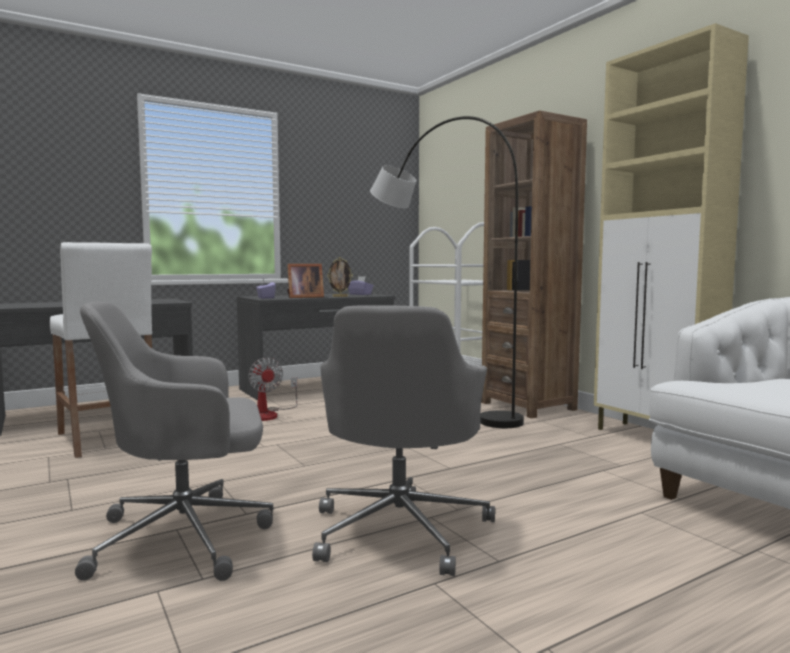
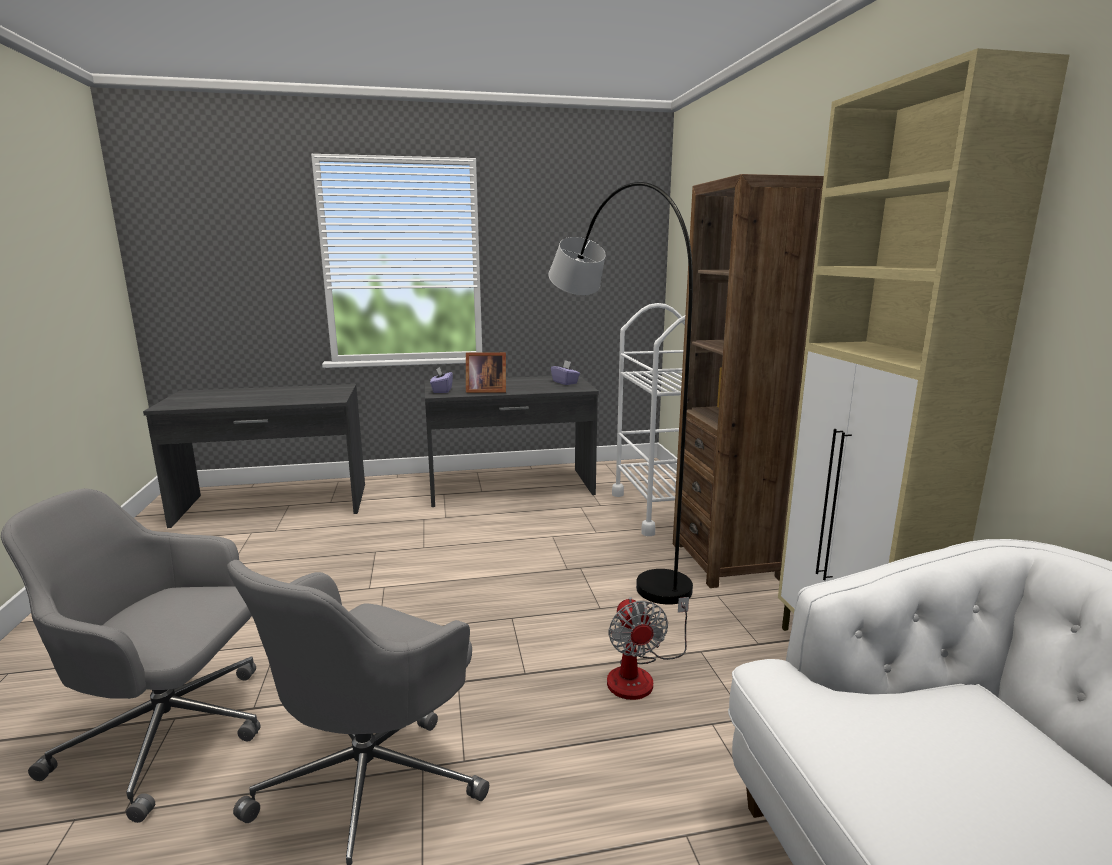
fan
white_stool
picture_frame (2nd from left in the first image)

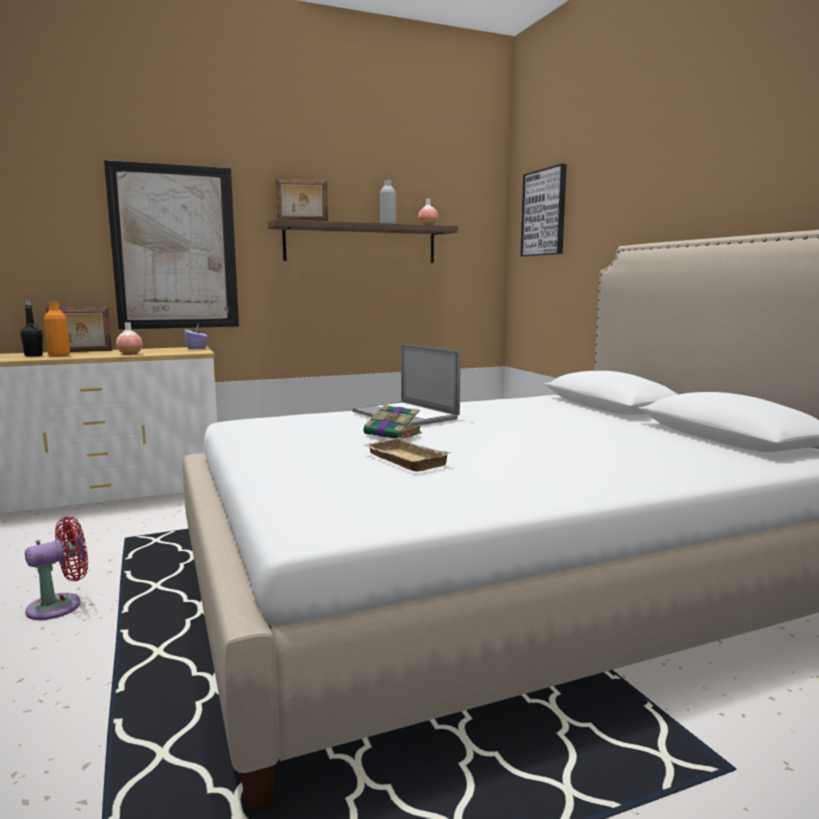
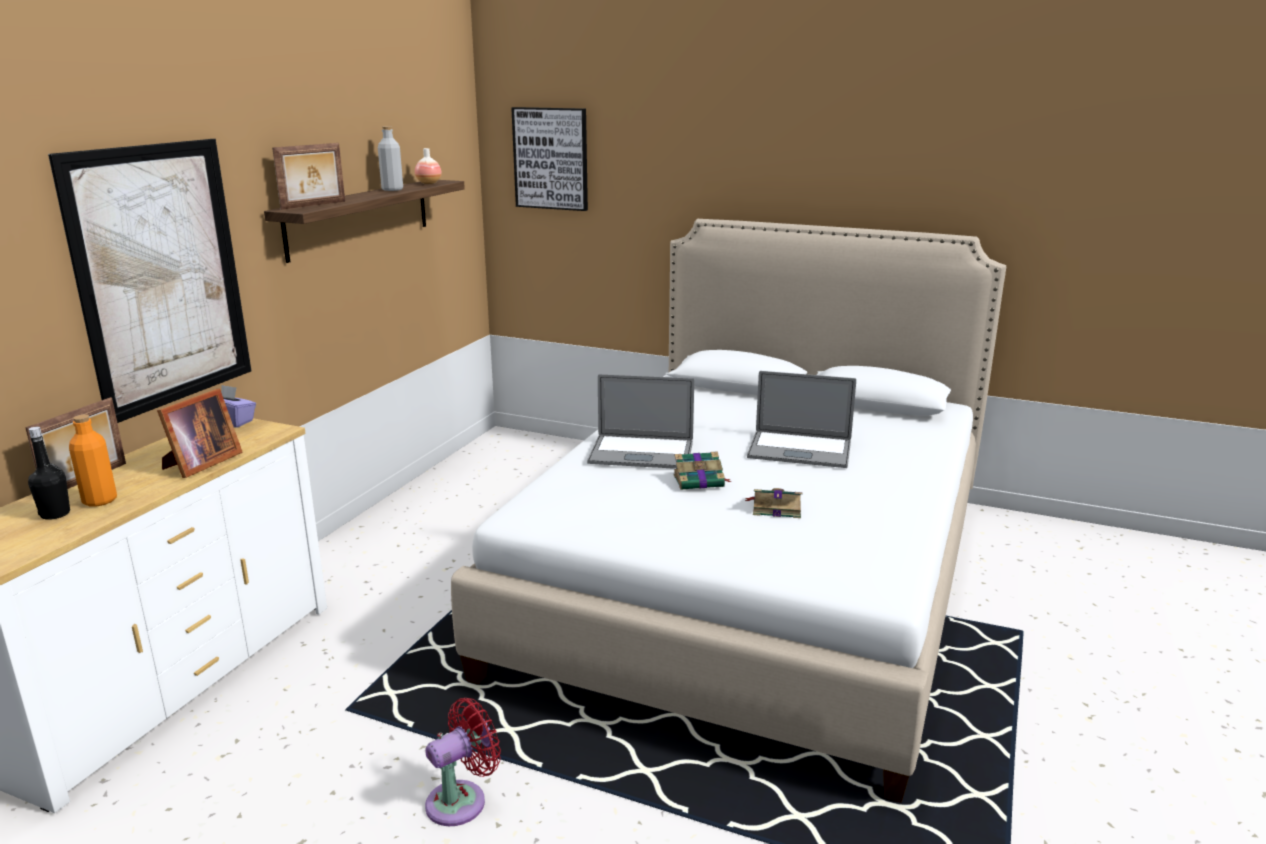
picture_frame (2nd from left)
red_fan
book (2nd from left)
laptop (2nd from left)

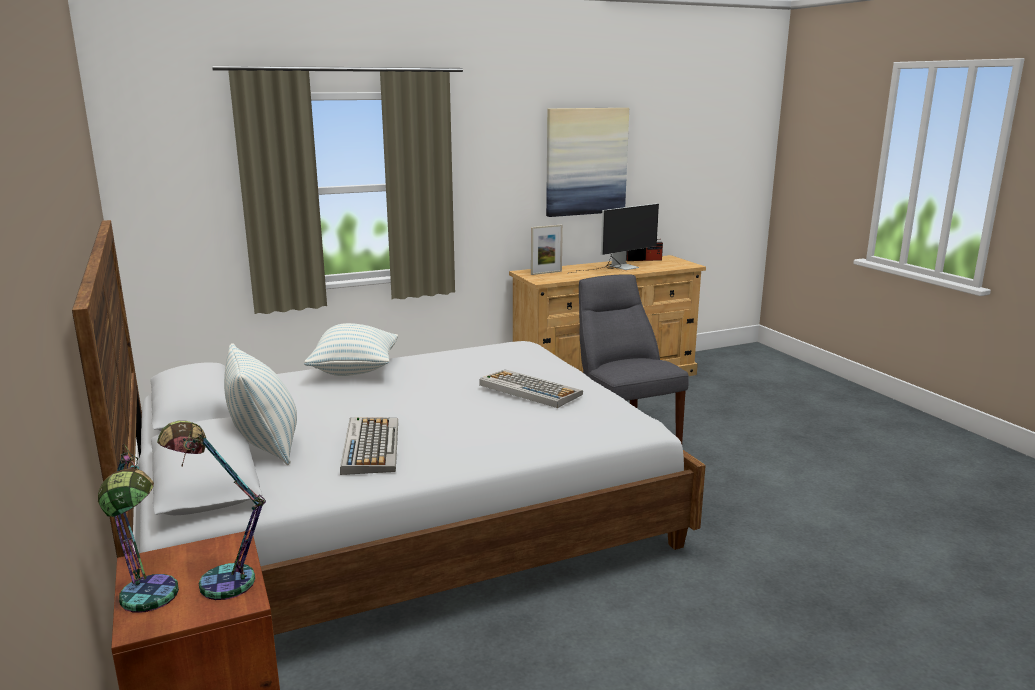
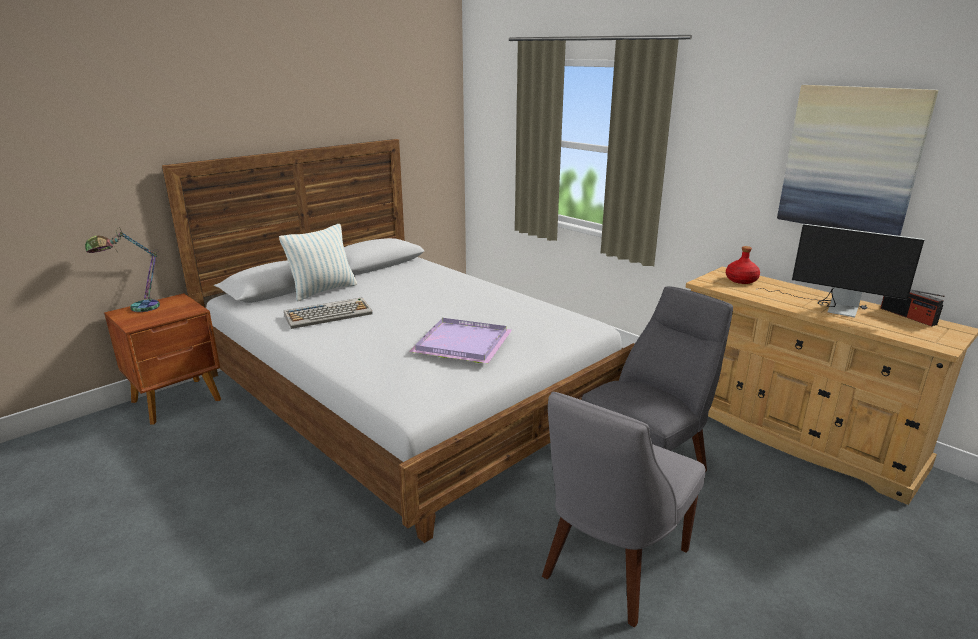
purple_tray
grey_chair (1st from left)
red_bottle
table_lamp (2nd from left in the first image)
pillow (2nd from left in the first image)

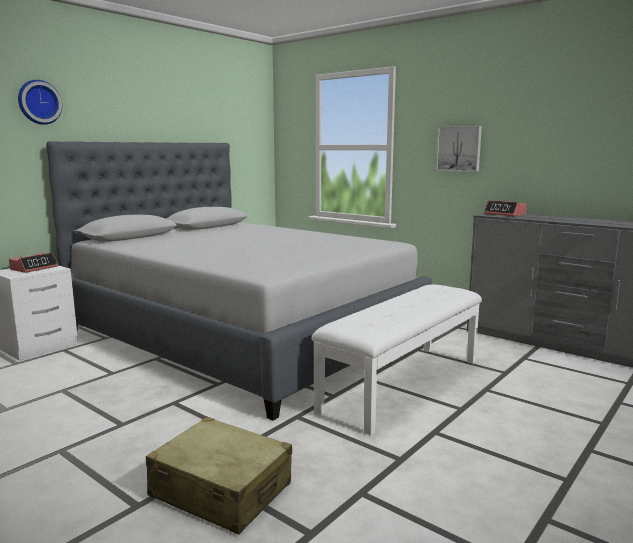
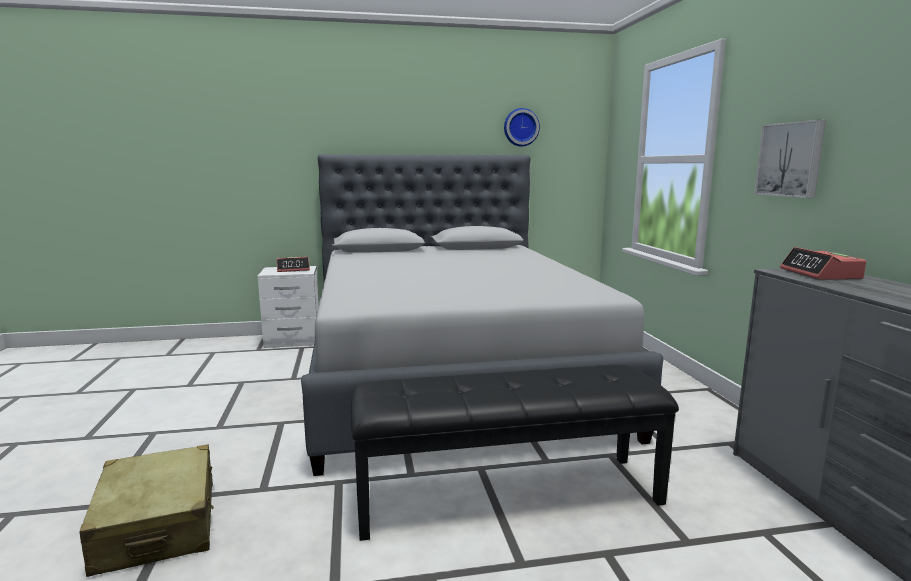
black_bench
wall_clock

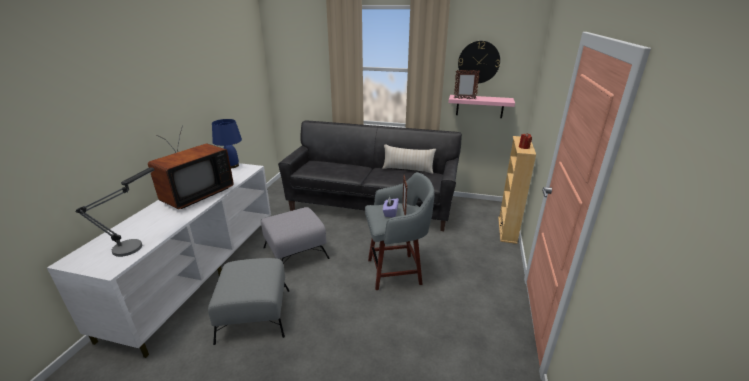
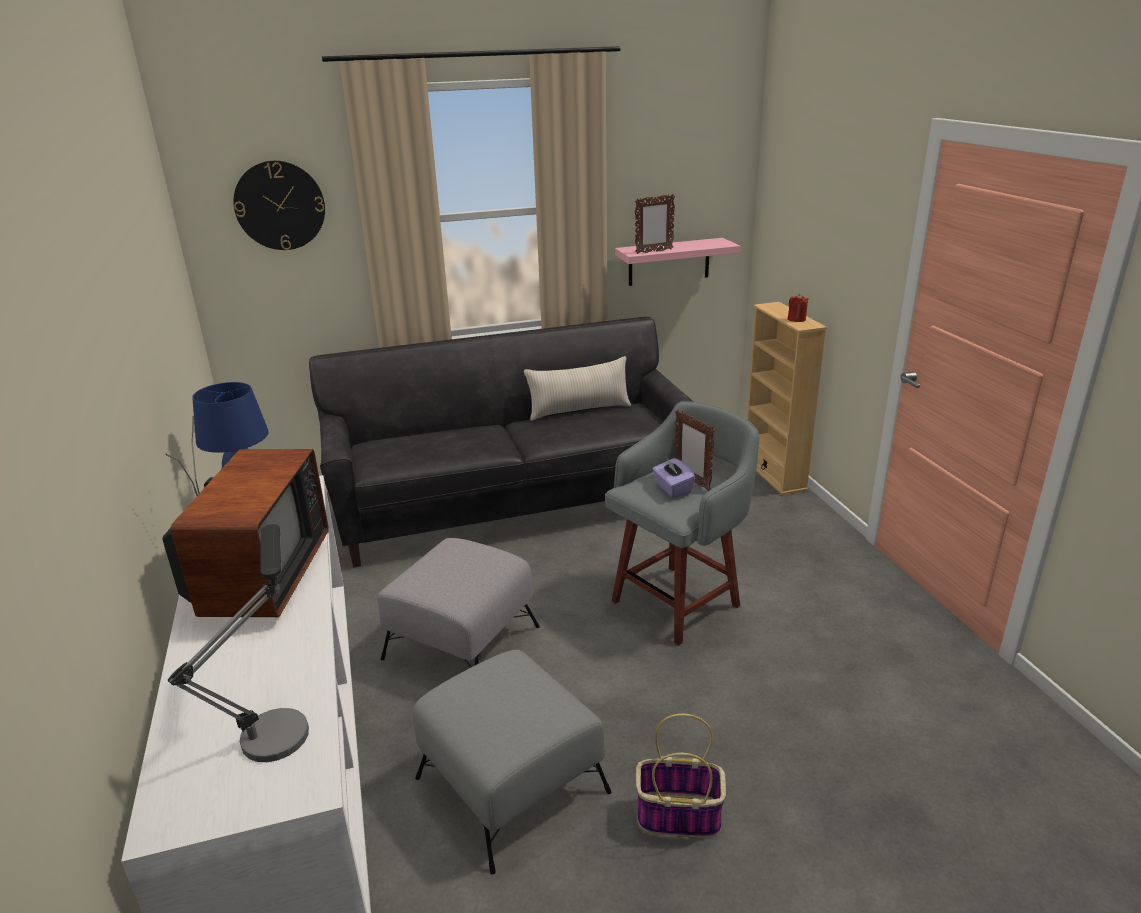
wall_clock
basket

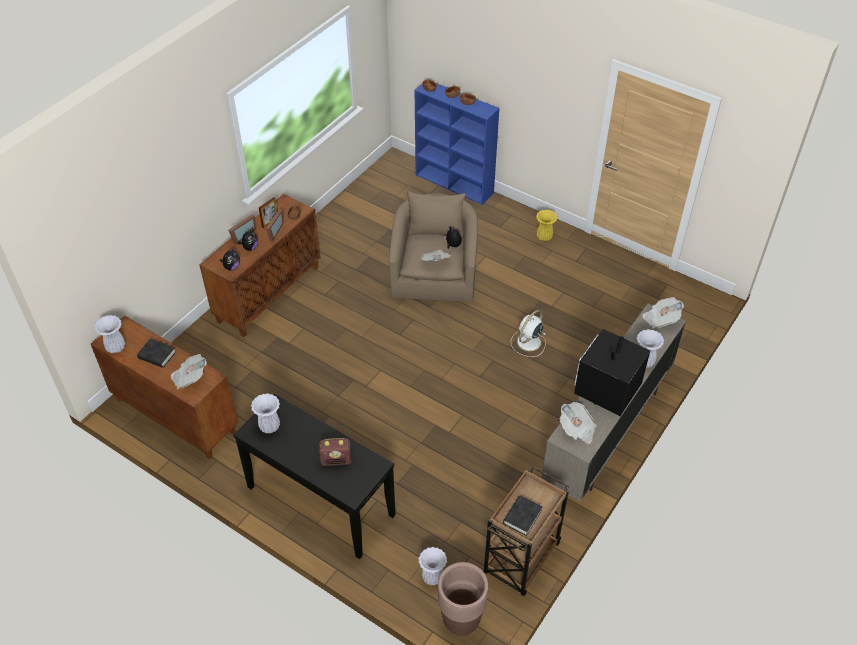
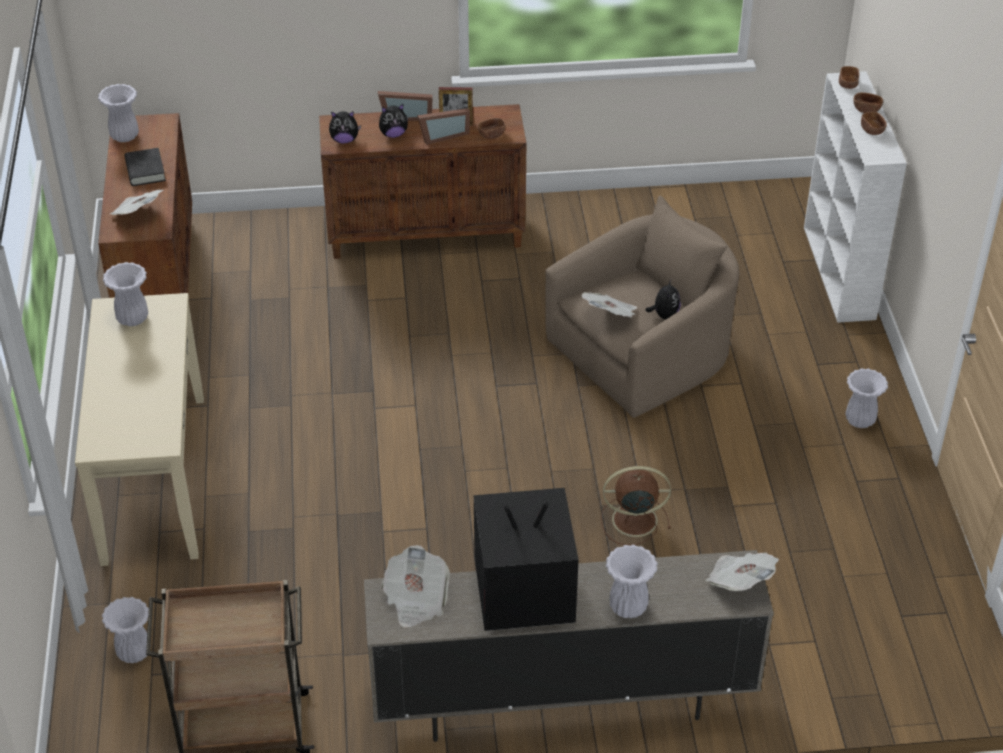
beige_console_table
brown_fan
white_bookcase
white_vase (5th from left)
radio
brown_planter
black_book (2nd from left in the first image)

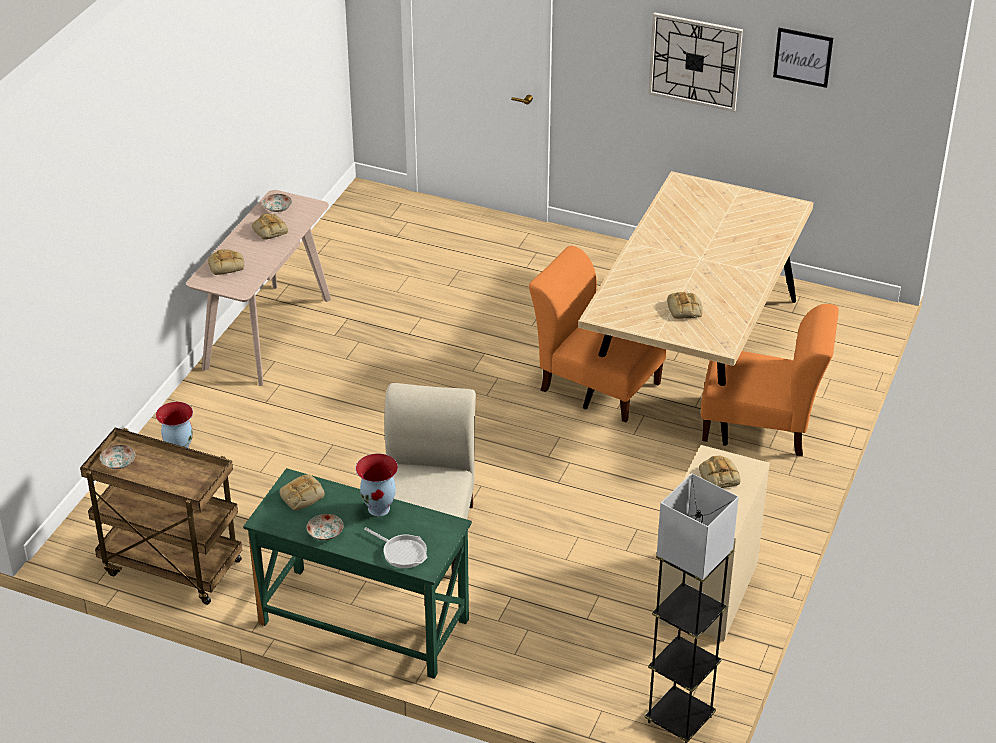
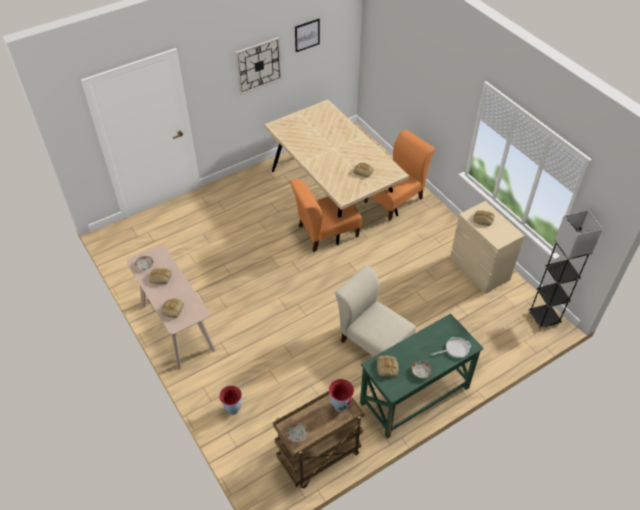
vase (2nd from left)

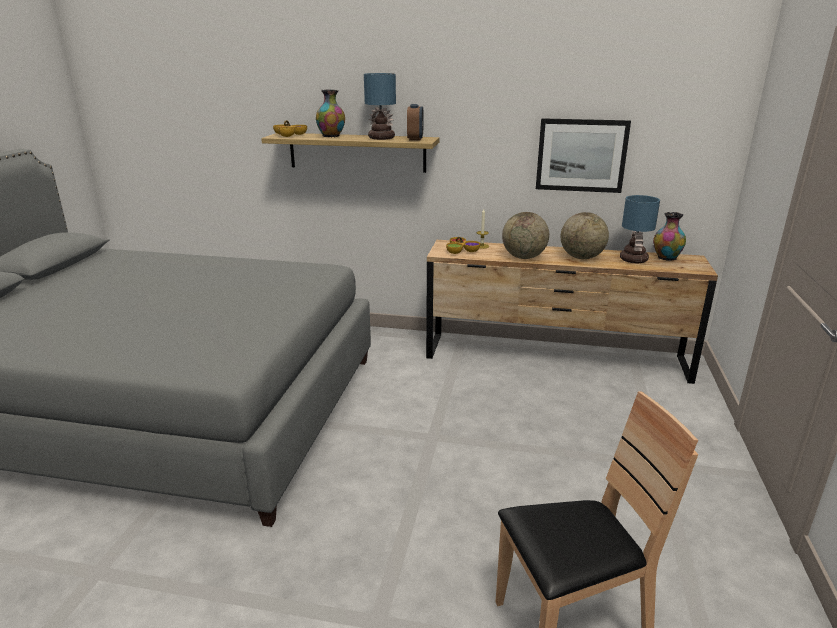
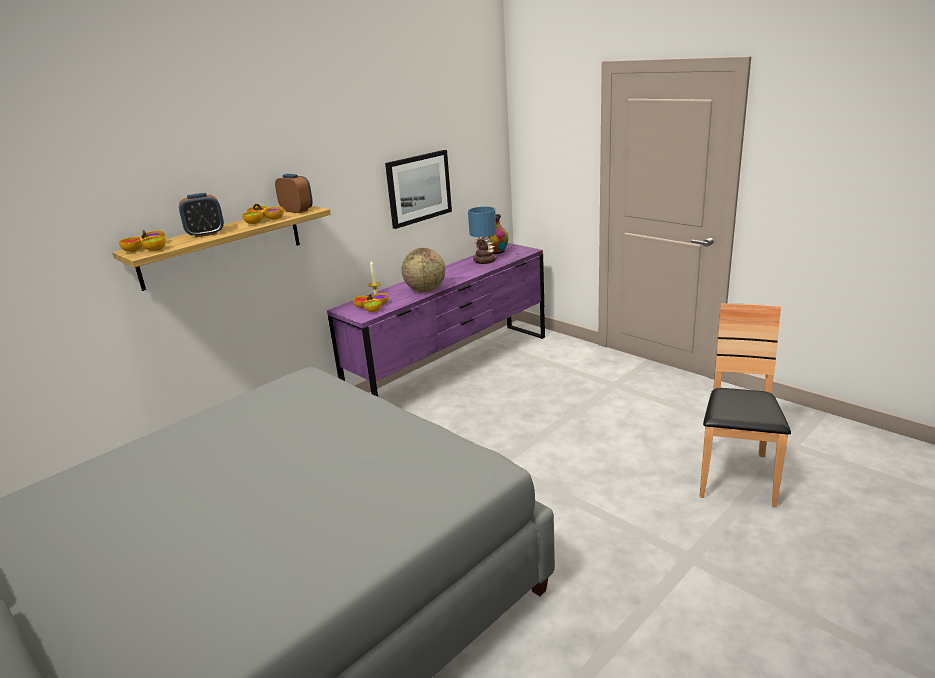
alarm_clock (1st from left)
bowl (2nd from left)
purple_dresser
globe (2nd from left in the first image)

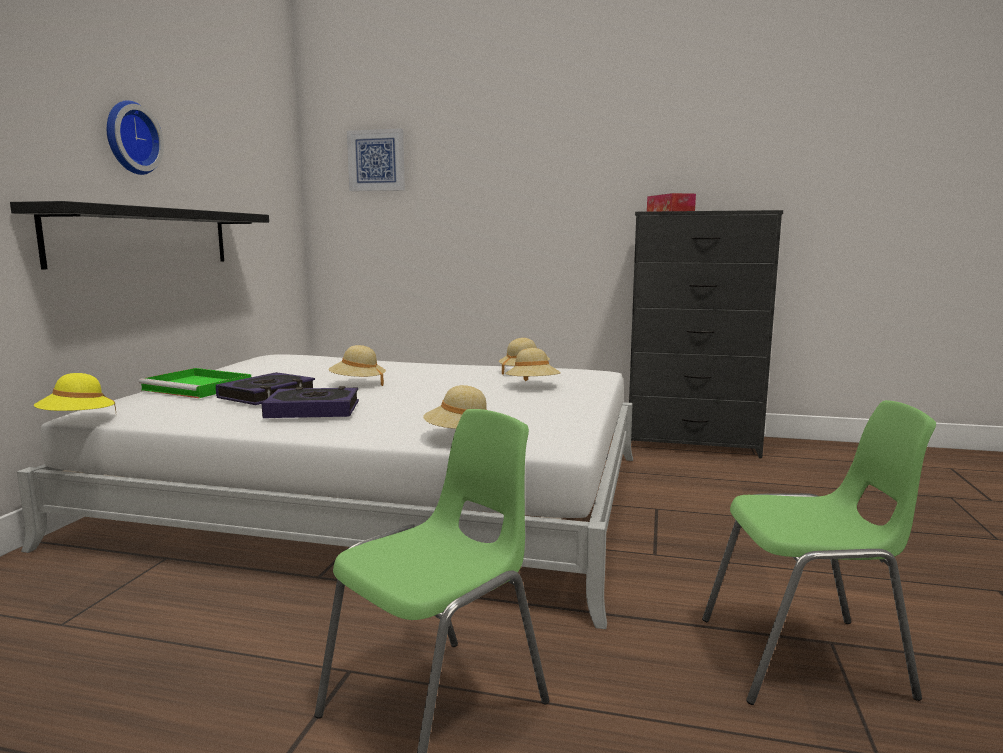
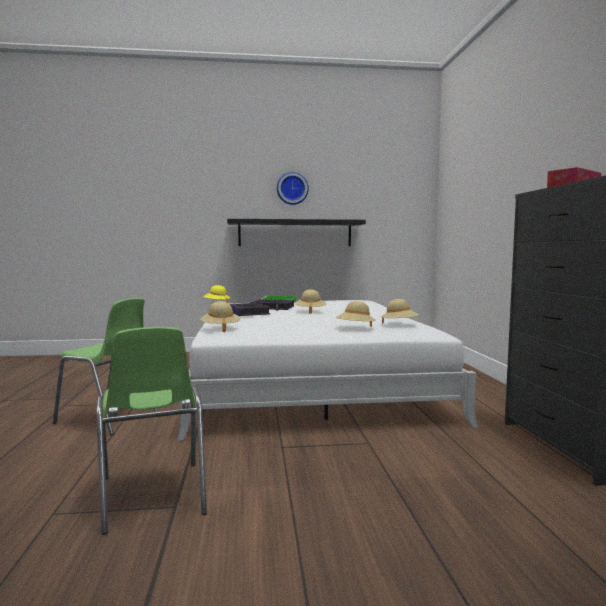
picture

